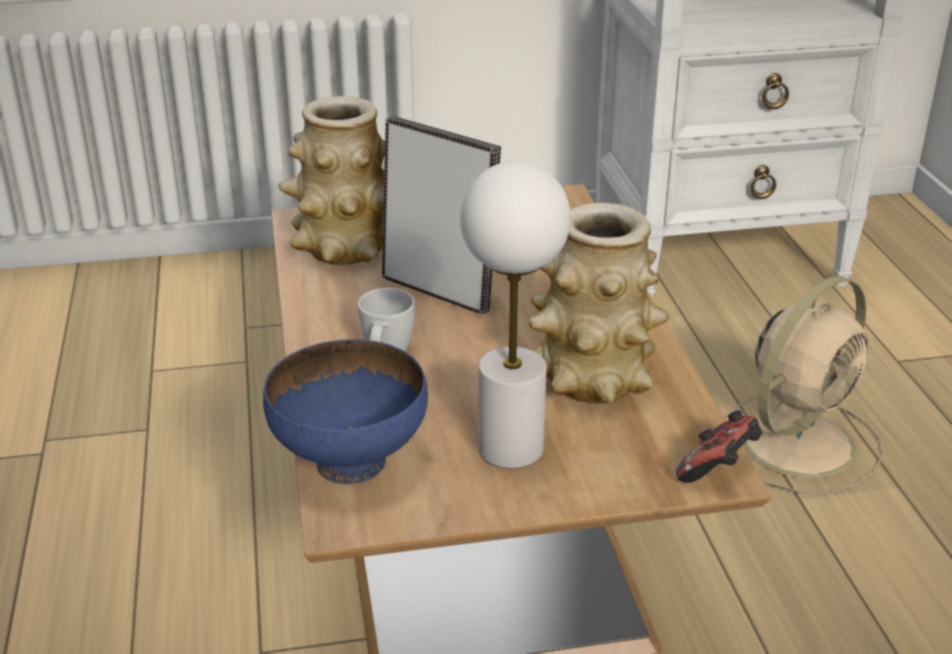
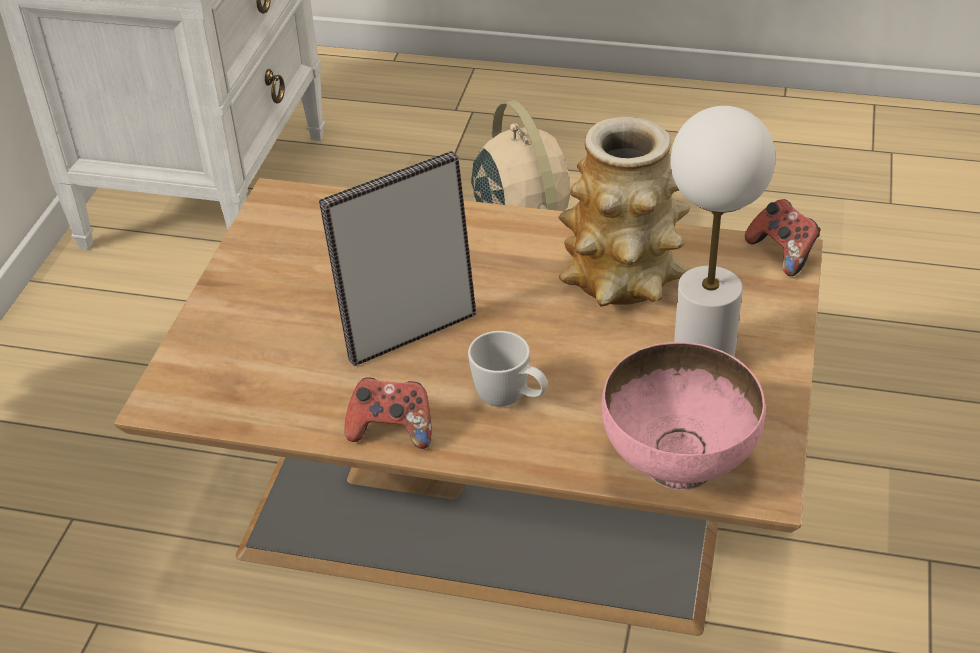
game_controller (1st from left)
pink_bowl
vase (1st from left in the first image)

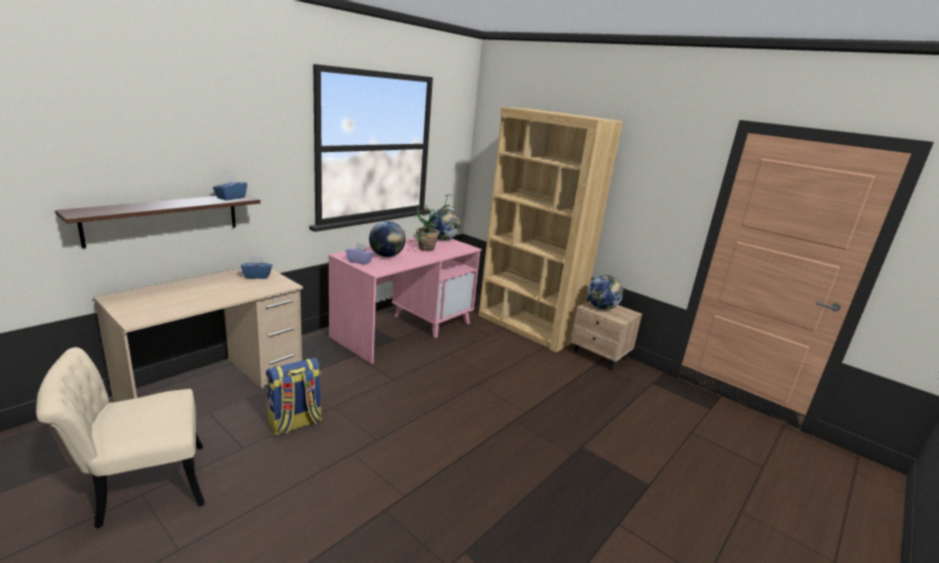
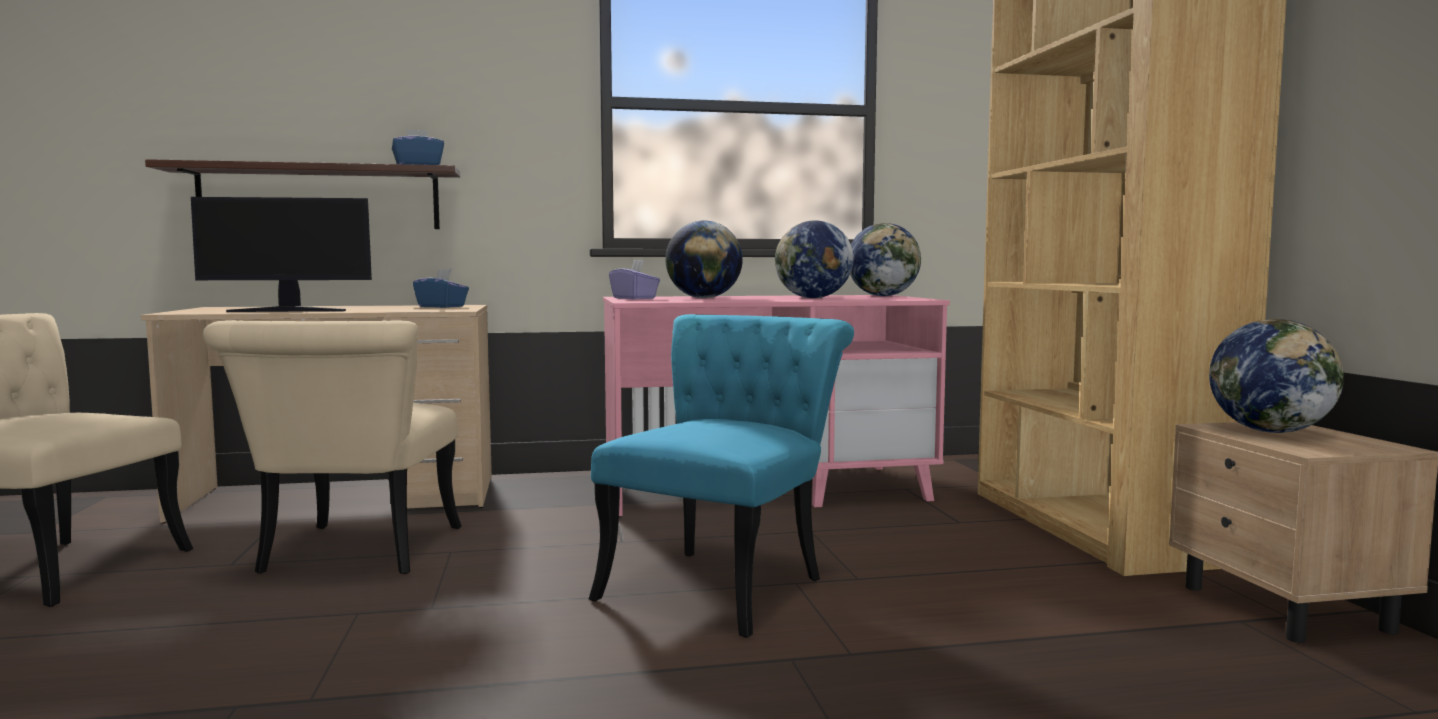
monitor
beige_chair (2nd from left)
turquoise_chair
globe (2nd from left)

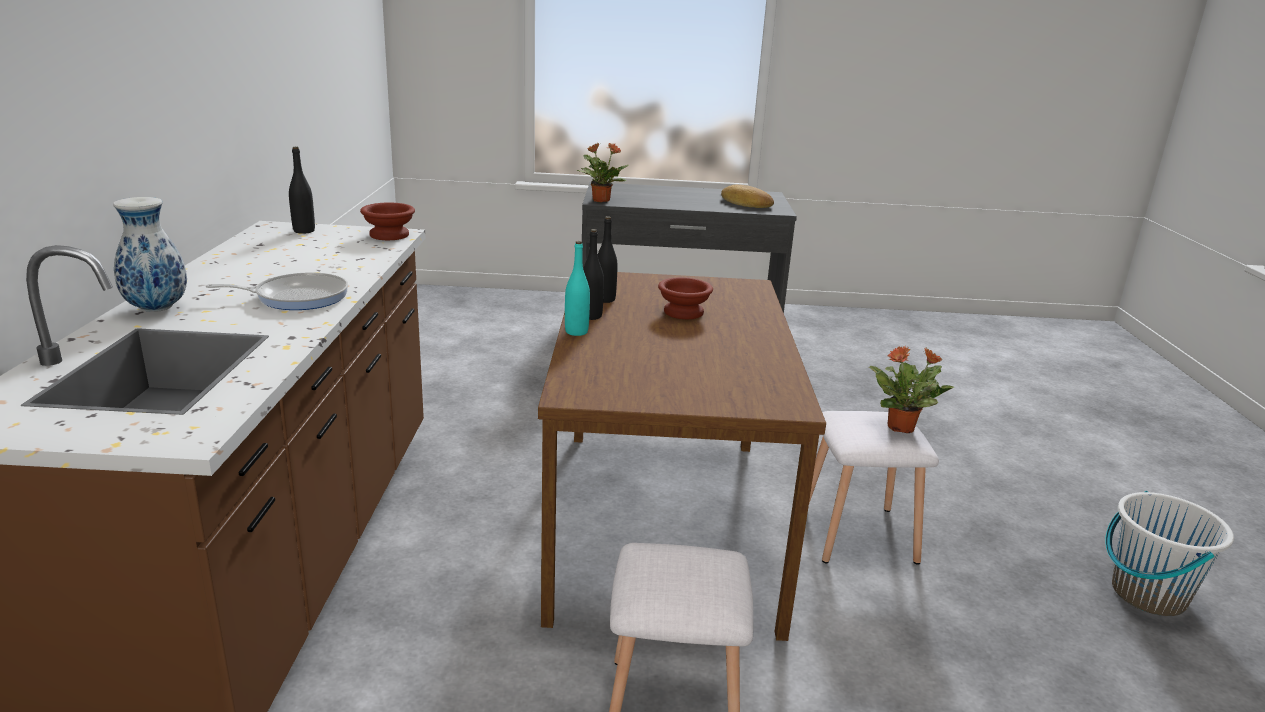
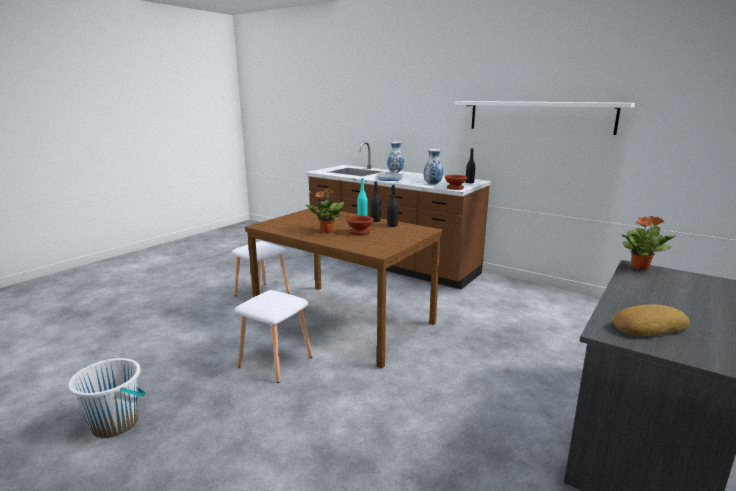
potted_plant (1st from left)
vase (2nd from left)
white_shelf

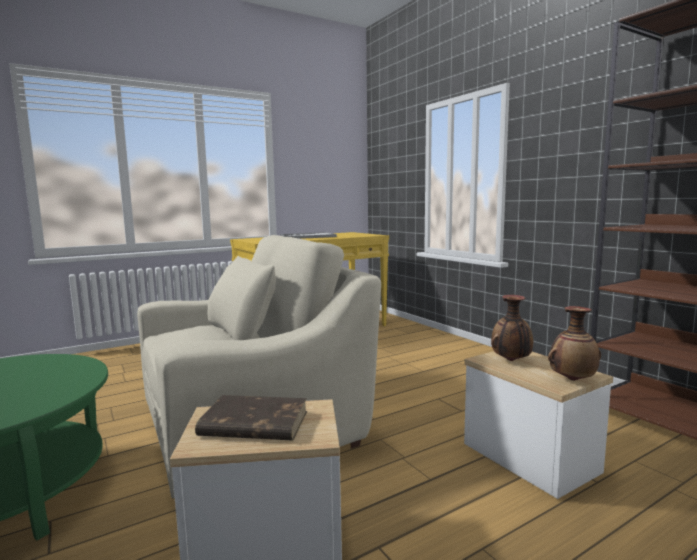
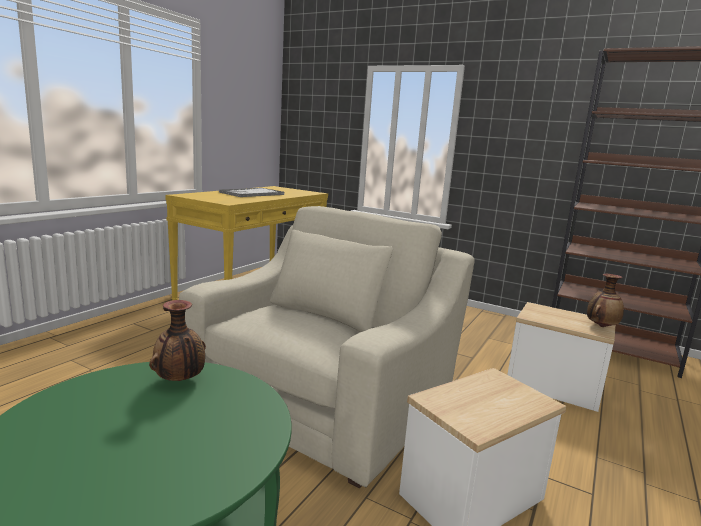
vase (1st from left)
brown_book

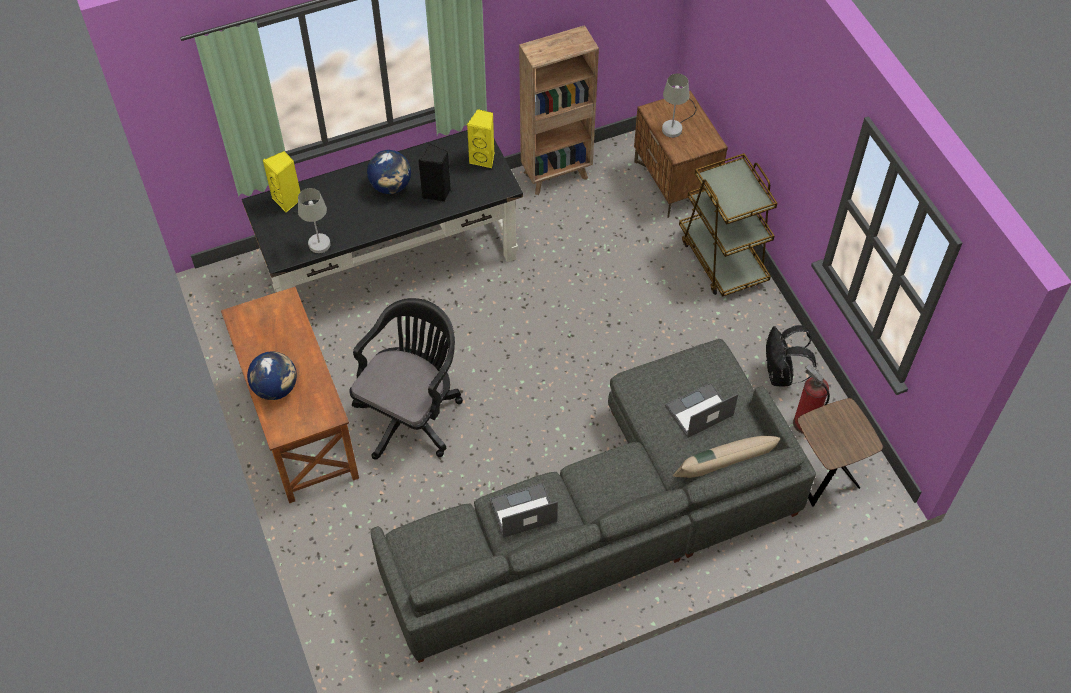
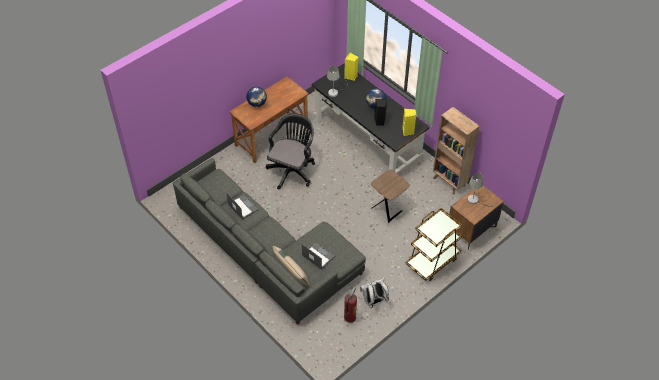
black_office_chair
white_backpack
brown_side_table

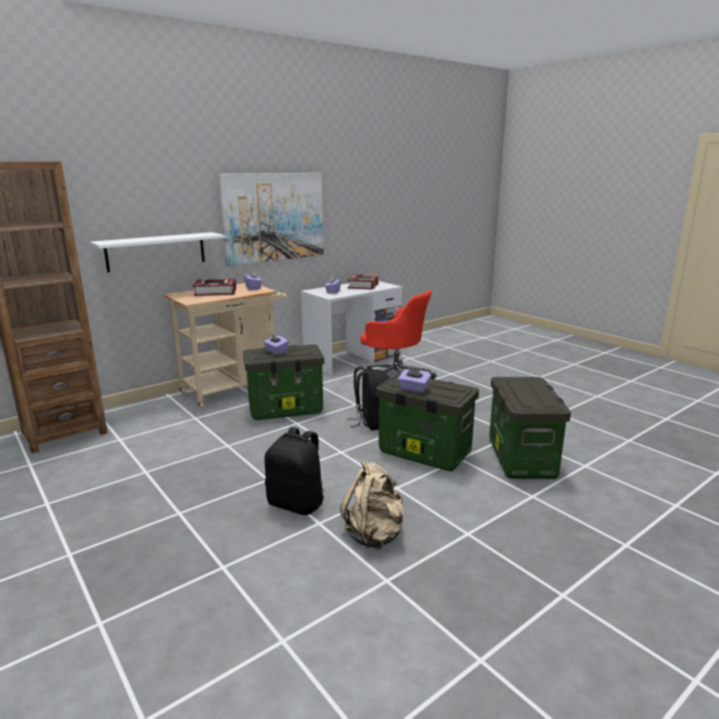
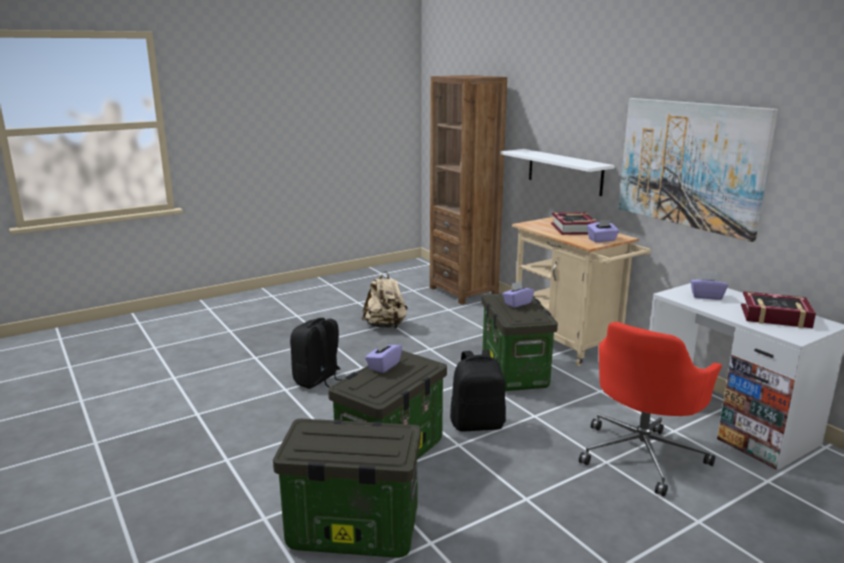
beige_backpack

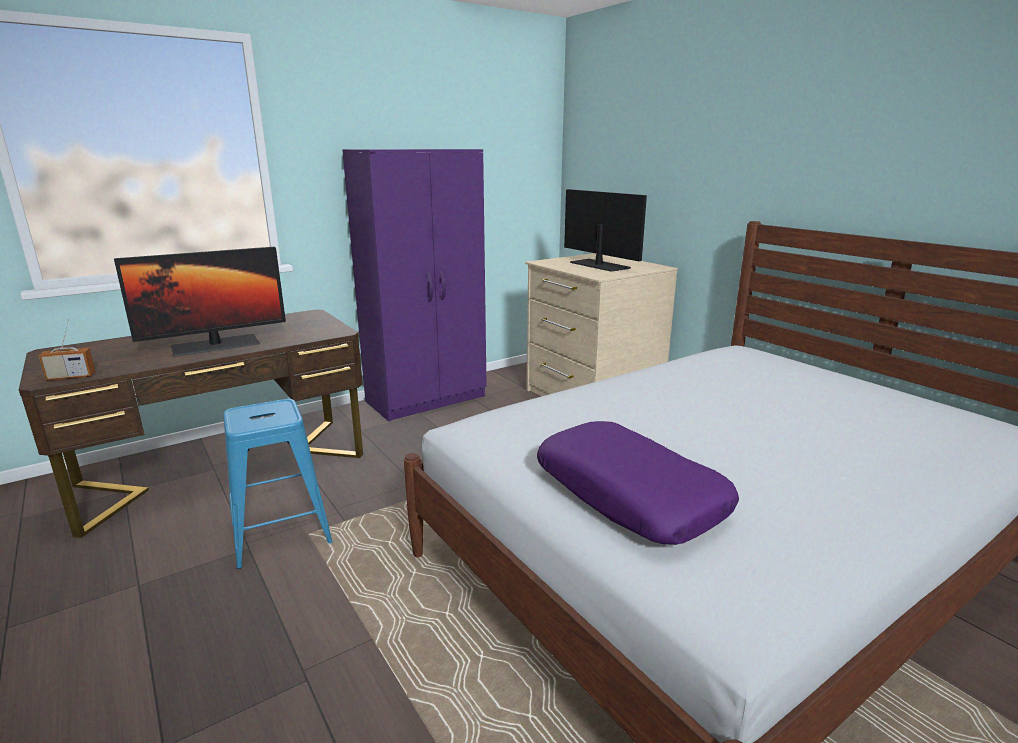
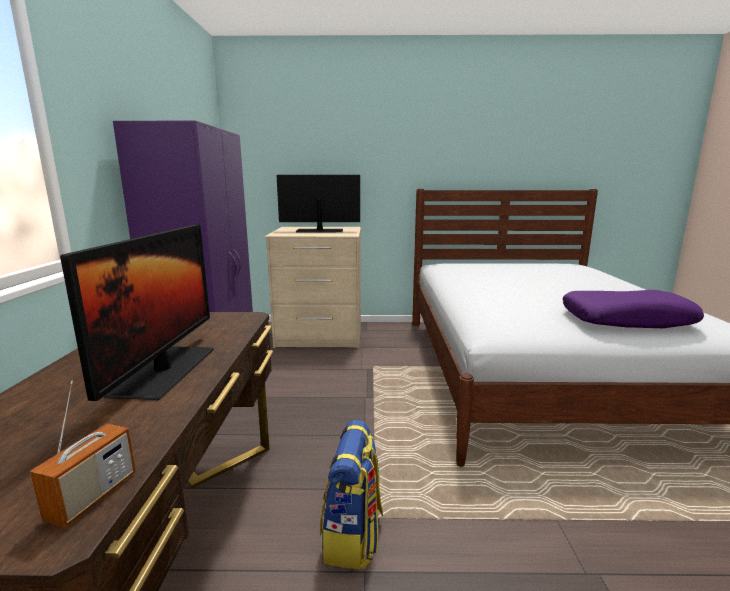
backpack

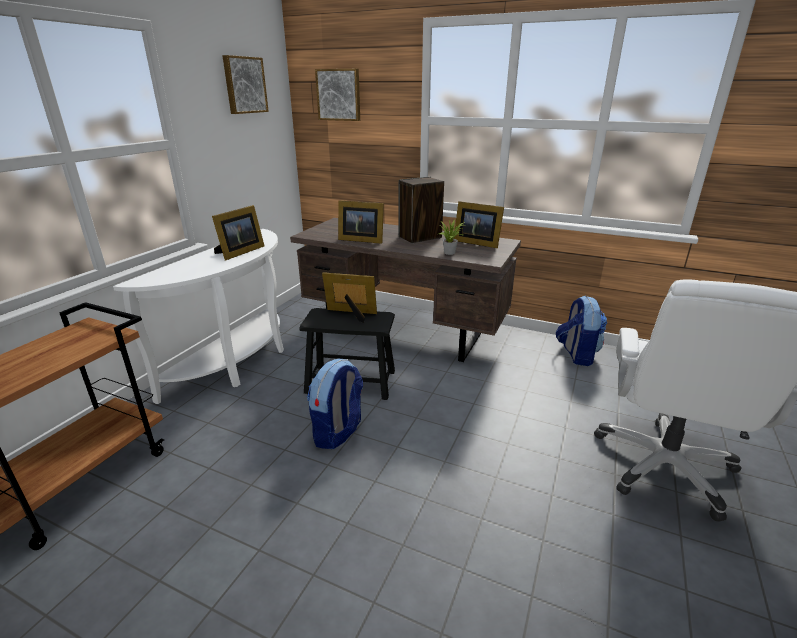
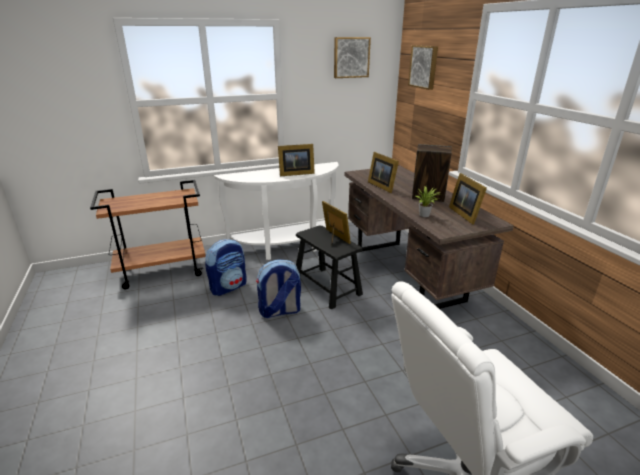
backpack (1st from left)

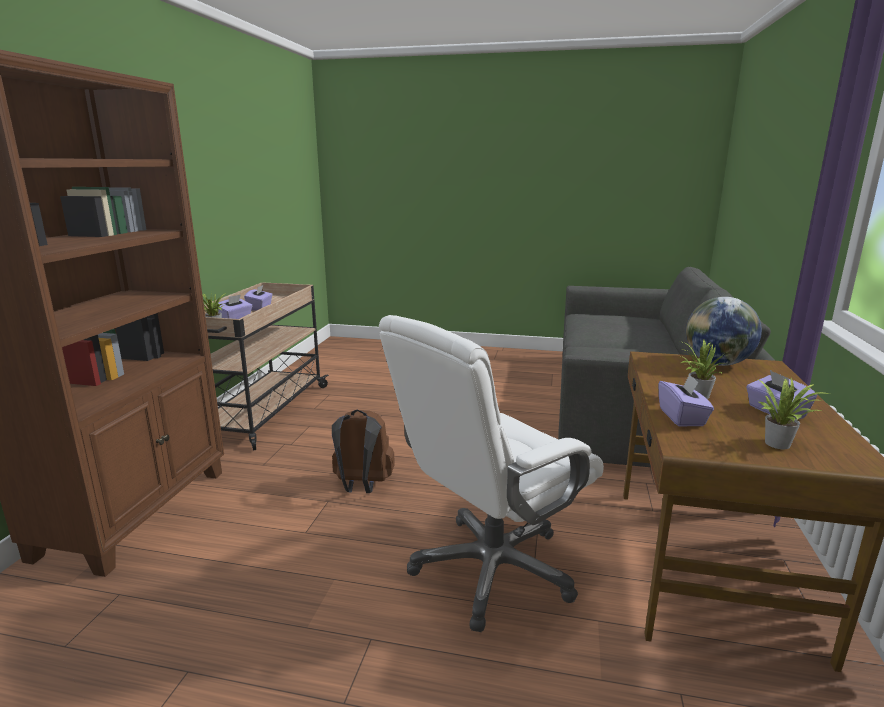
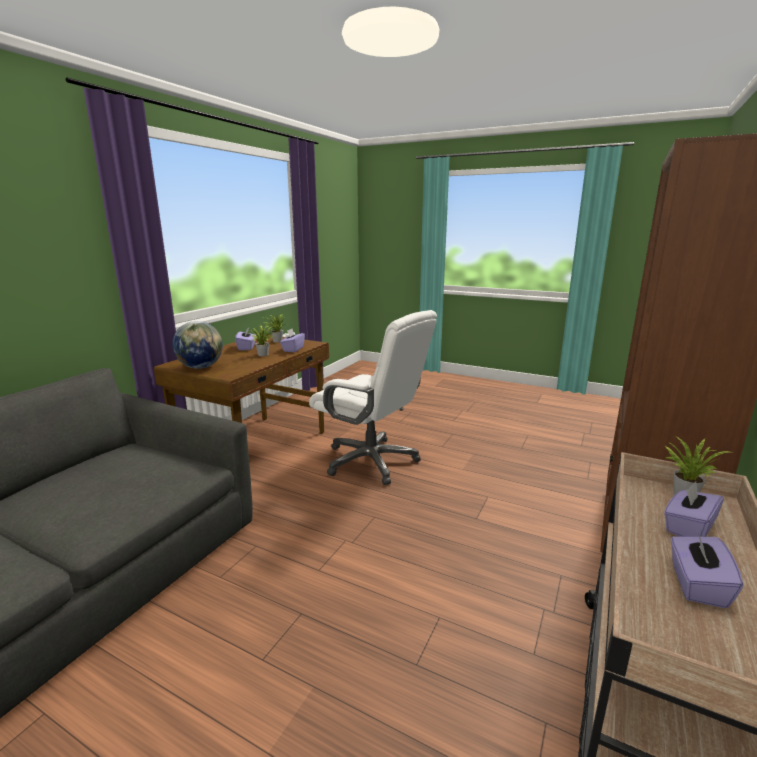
white_office_chair
brown_backpack

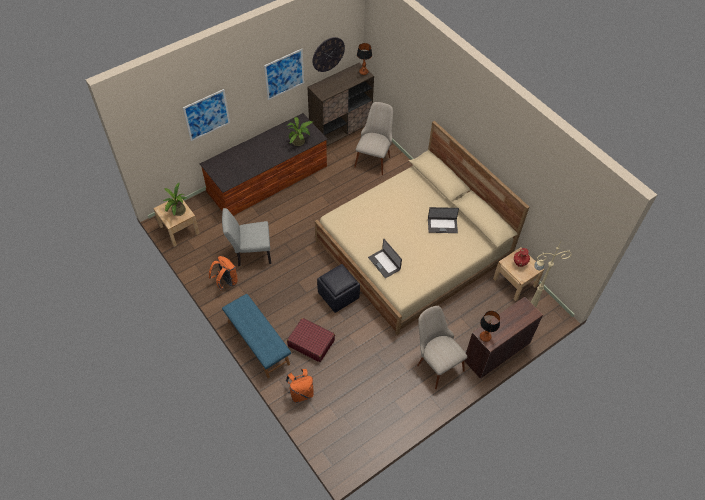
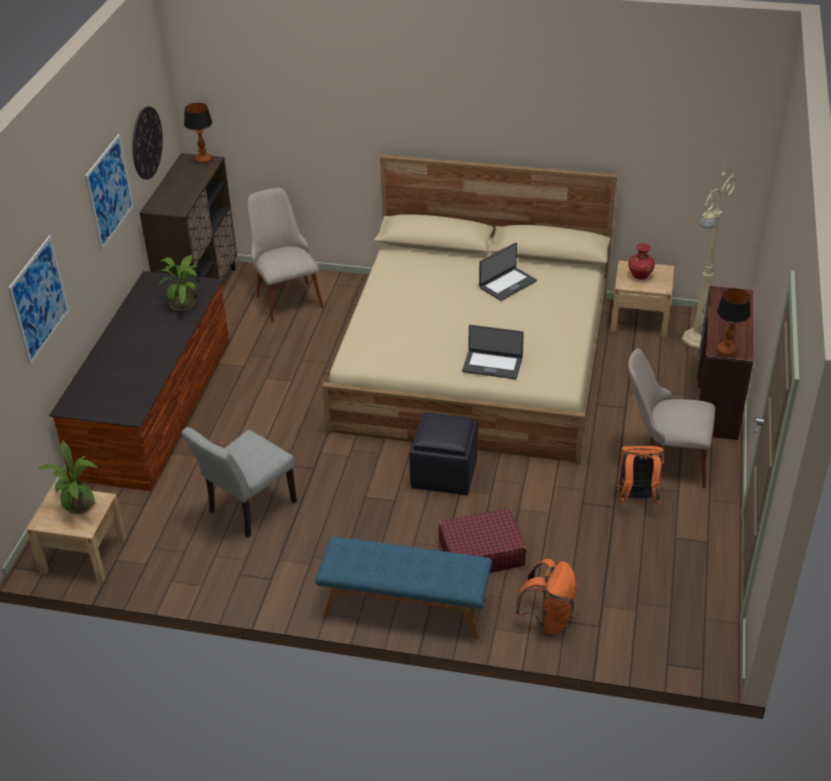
orange_backpack (2nd from left)

